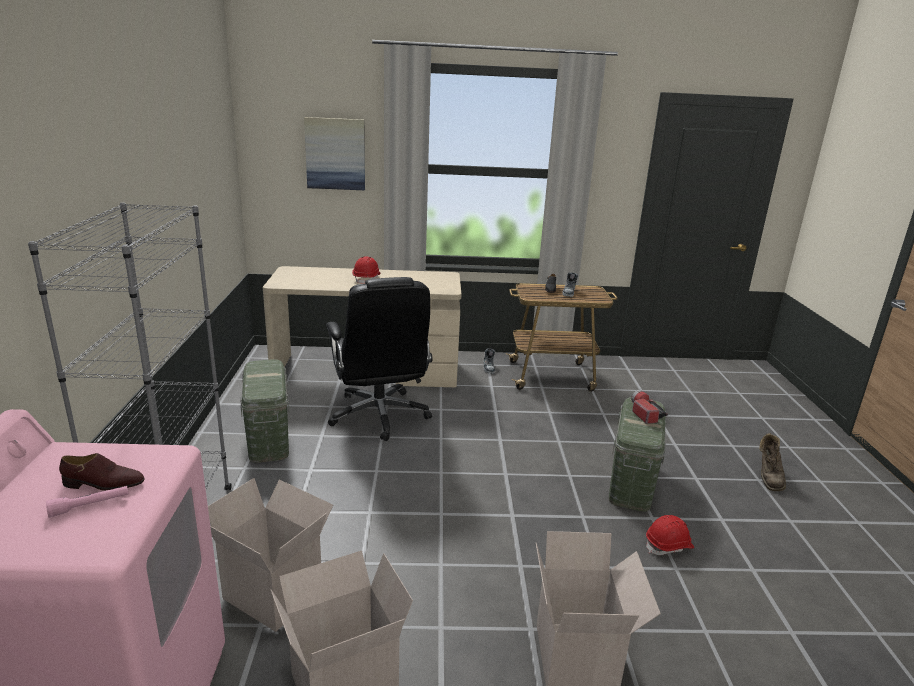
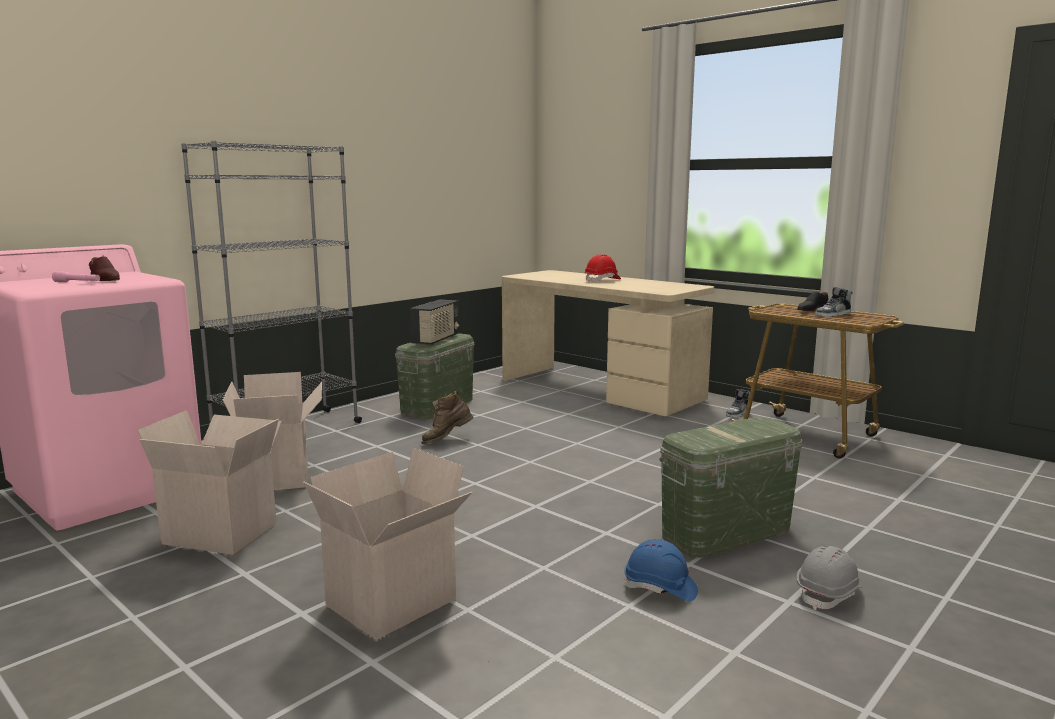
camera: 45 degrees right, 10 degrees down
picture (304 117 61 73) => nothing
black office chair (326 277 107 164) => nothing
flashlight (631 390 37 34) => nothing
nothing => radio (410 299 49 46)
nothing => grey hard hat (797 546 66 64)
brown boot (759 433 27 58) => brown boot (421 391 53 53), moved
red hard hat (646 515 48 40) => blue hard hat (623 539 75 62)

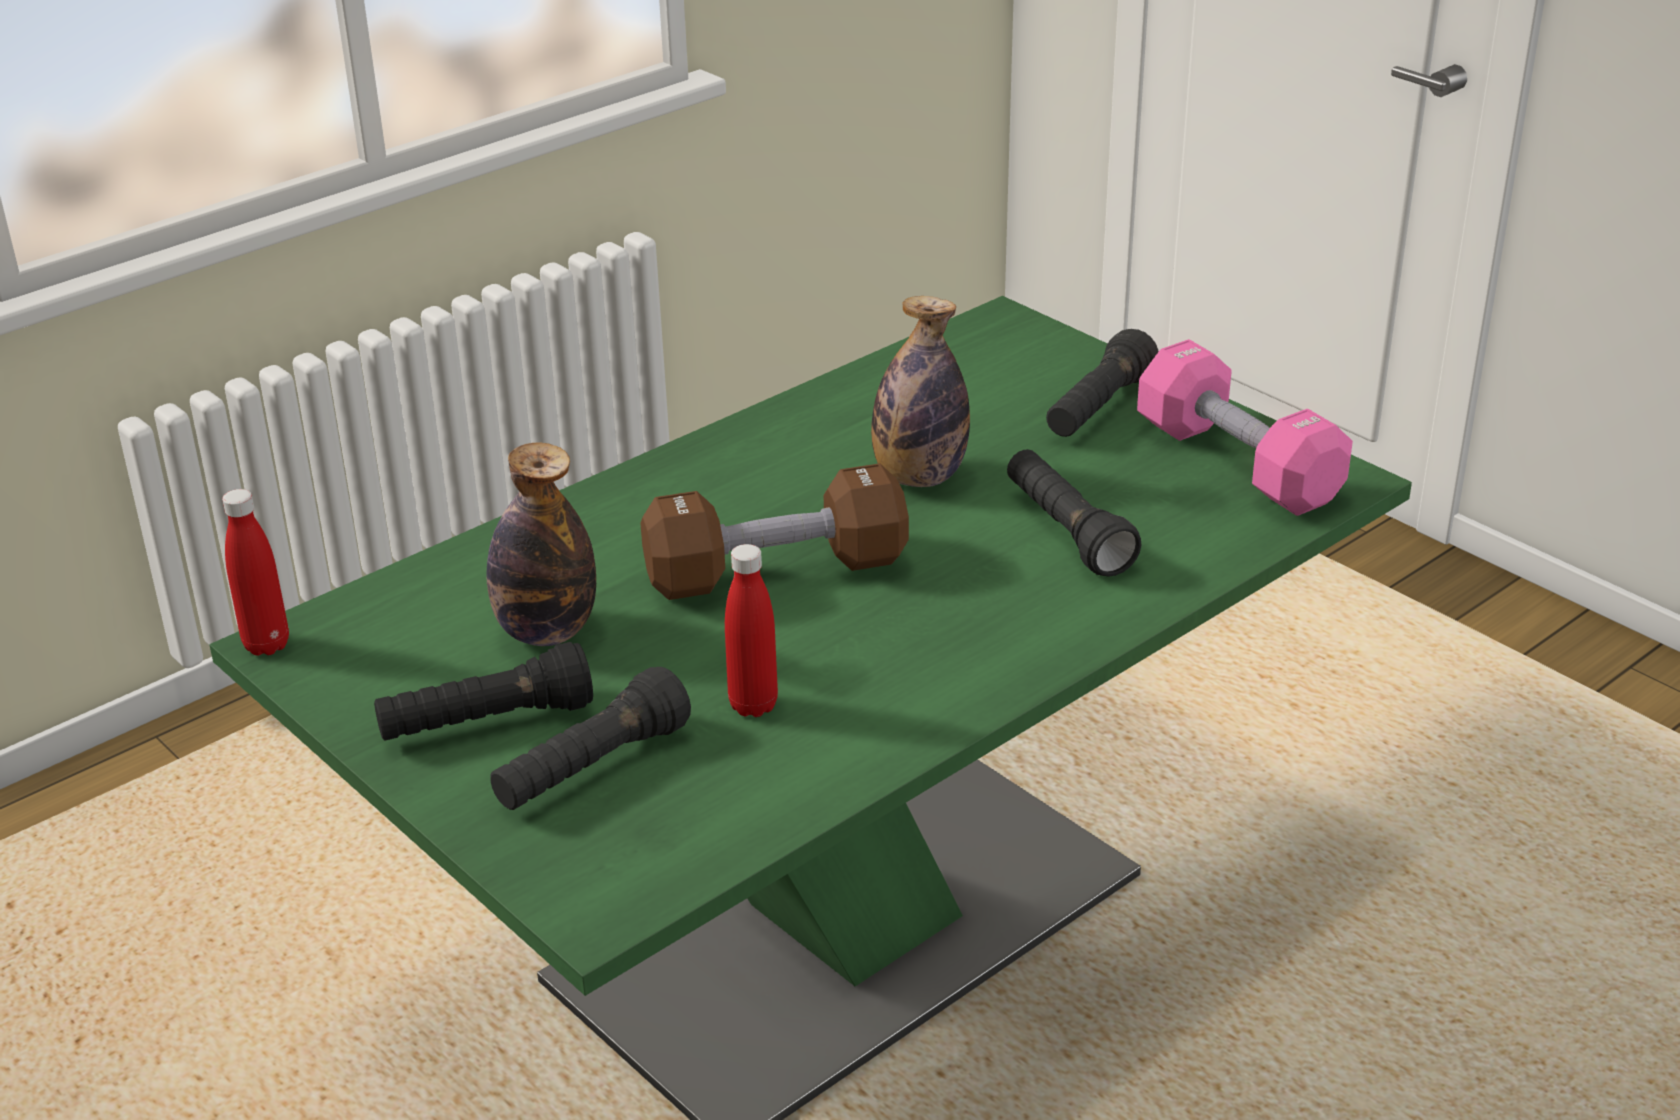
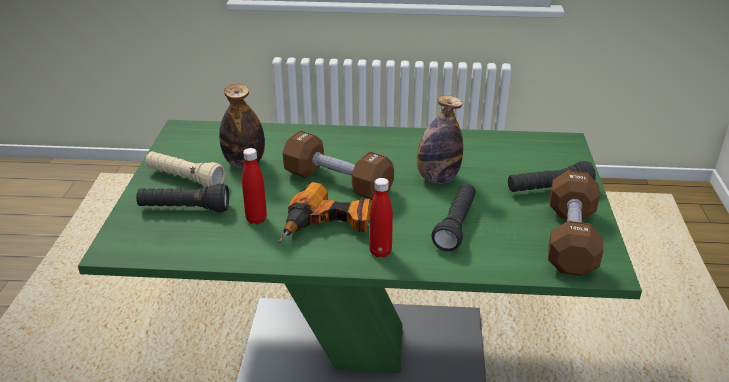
camera: 45 degrees right, 0 degrees up
nothing => power drill (278 182 92 61)
red bottle (222 489 67 167) => red bottle (369 178 24 79), moved
black flashlight (374 642 219 99) => beige flashlight (145 151 80 36)
pink dumbbell (1137 339 216 177) => brown dumbbell (548 170 56 106)

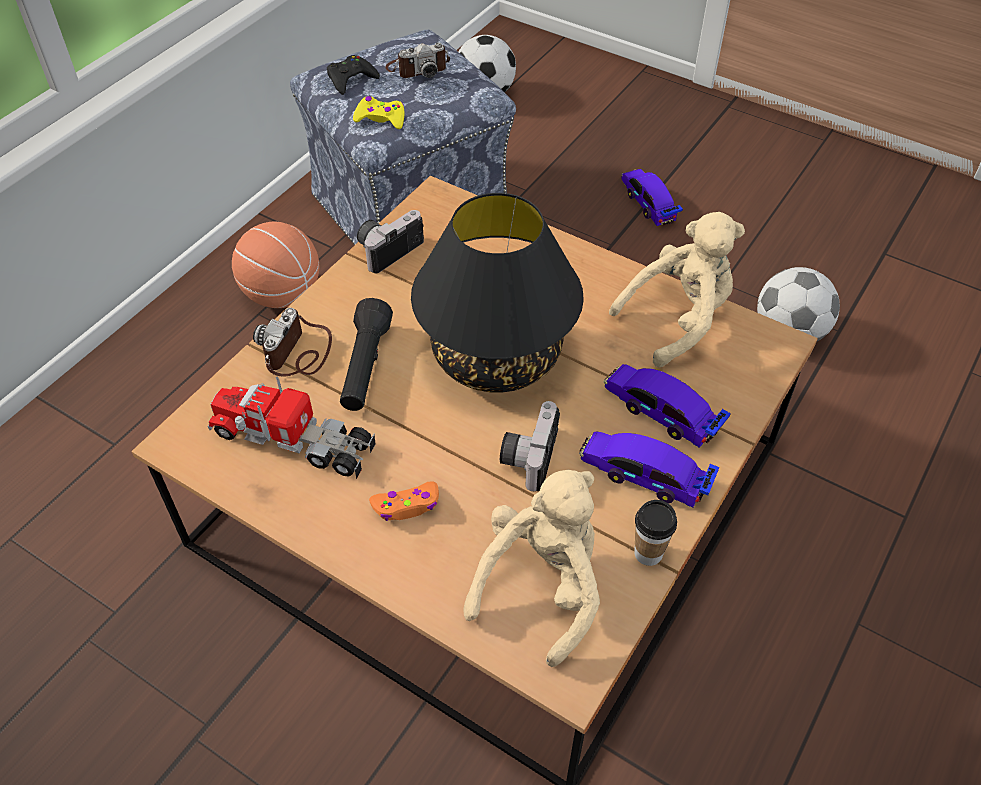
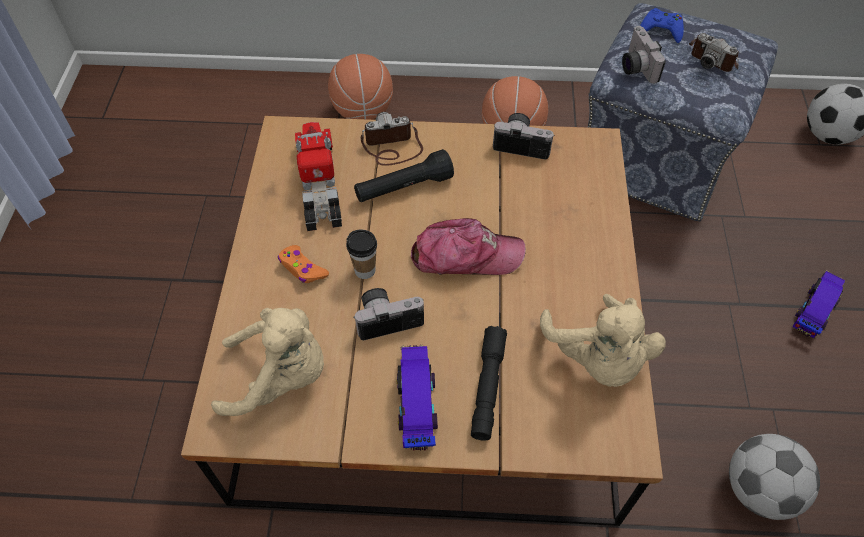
camera: 60 degrees right, 5 degrees up
nothing => basketball (328 54 65 66)
cup (634 500 43 66) => cup (346 230 31 49), moved
yellow game controller (353 96 51 33) => photo camera (622 26 44 58)
black table lamp (411 193 173 199) => cap (411 218 115 57)
toy car (604 364 127 84) => black flashlight (471 326 36 115)
black game controller (327 55 53 40) => blue game controller (640 8 44 35)
beige plush toy (609 212 136 155) => beige plush toy (540 294 126 93), 45 degrees clockwise

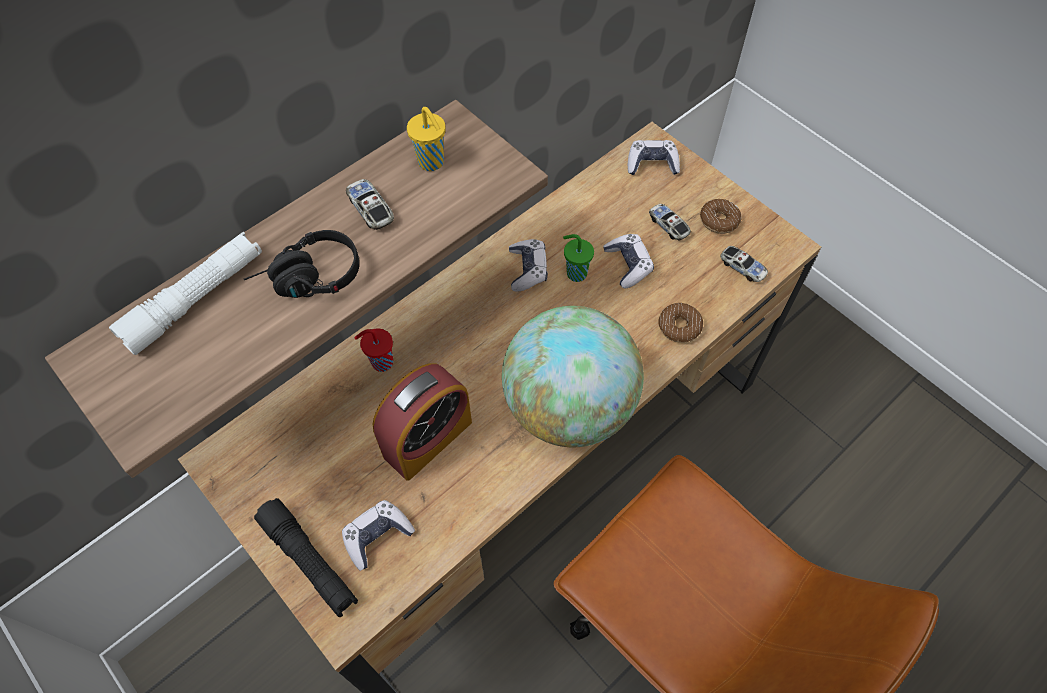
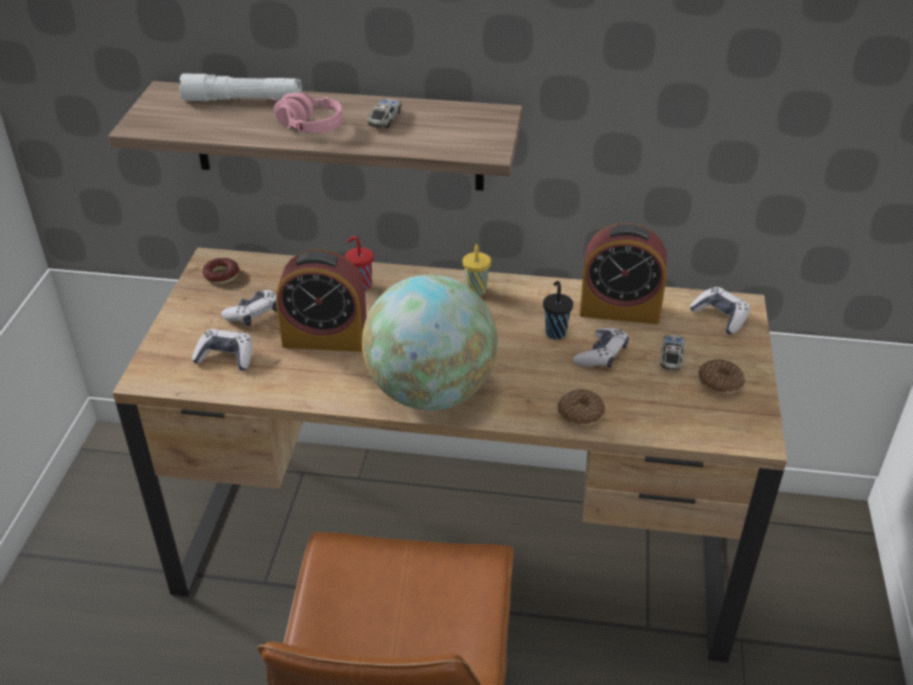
camera: 50 degrees right, 20 degrees down
black flashlight (254 498 104 119) => nothing
toy car (721 246 47 36) => nothing
nothing => donut (203 258 36 26)
nothing => alarm clock (579 223 88 101)
yellow cup (407 107 38 64) => yellow cup (463 244 28 52), moved
game controller (509 239 39 53) => game controller (221 290 56 36), moved
black headphones (244 230 115 68) => pink headphones (269 92 74 41)
green cup (563 234 31 48) => black cup (543 281 30 59)

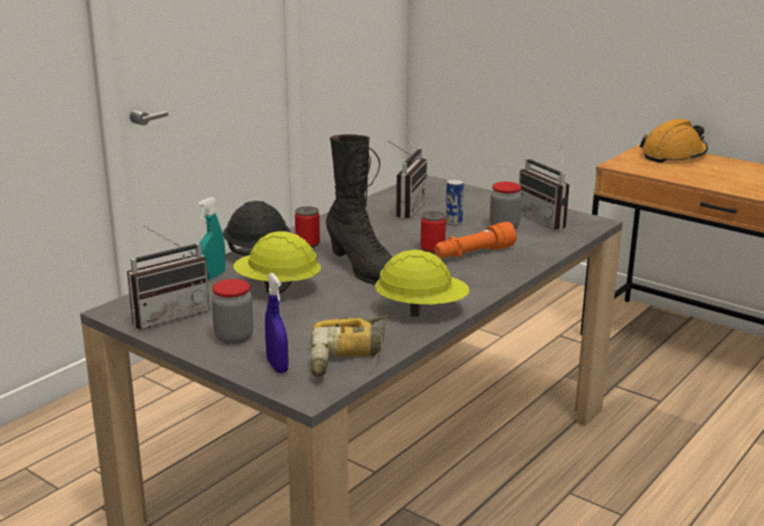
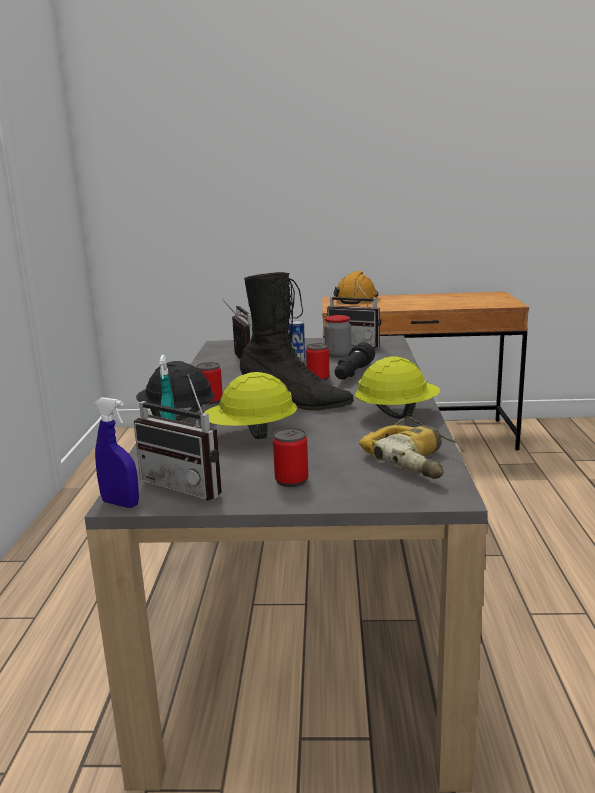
camera: 35 degrees left, 5 degrees down
blue spray bottle (265 273 24 100) => blue spray bottle (95 397 44 111), moved
jar (212 279 42 65) => can (273 428 35 59)
orange flashlight (435 222 82 36) => black flashlight (335 342 40 37)
radio (127 225 83 104) => radio (134 374 88 126), 105 degrees clockwise

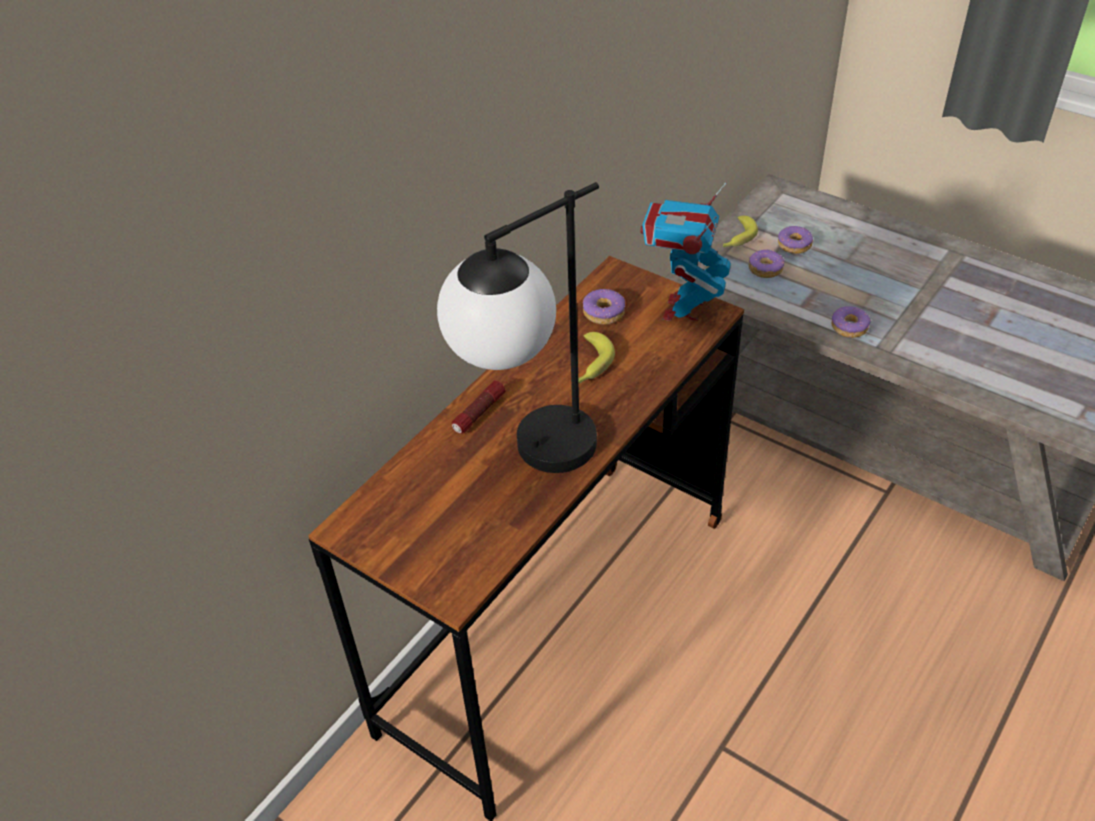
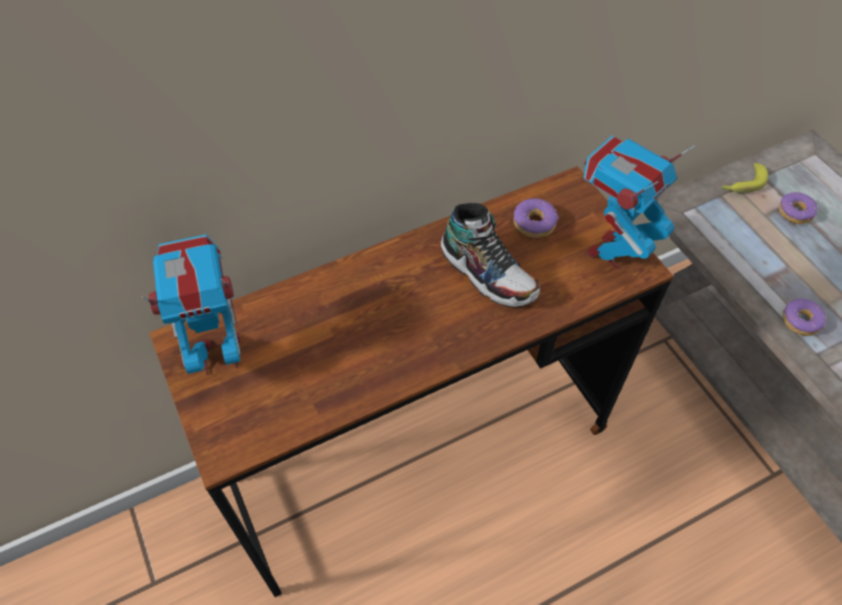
camera: 25 degrees right, 10 degrees up
table lamp (437 182 162 291) => nothing
flashlight (452 381 53 53) => nothing
donut (749 250 36 28) => nothing
nothing => toy robot (142 234 99 141)
banana (578 332 37 51) => shoe (441 203 99 104)

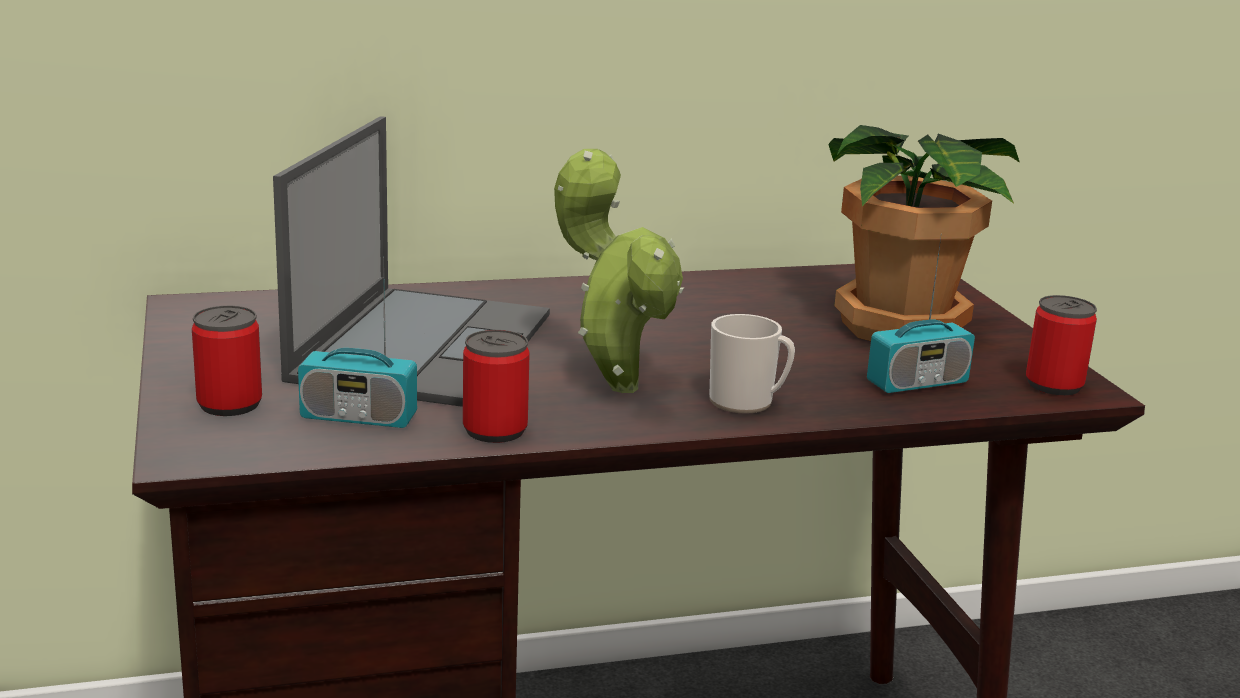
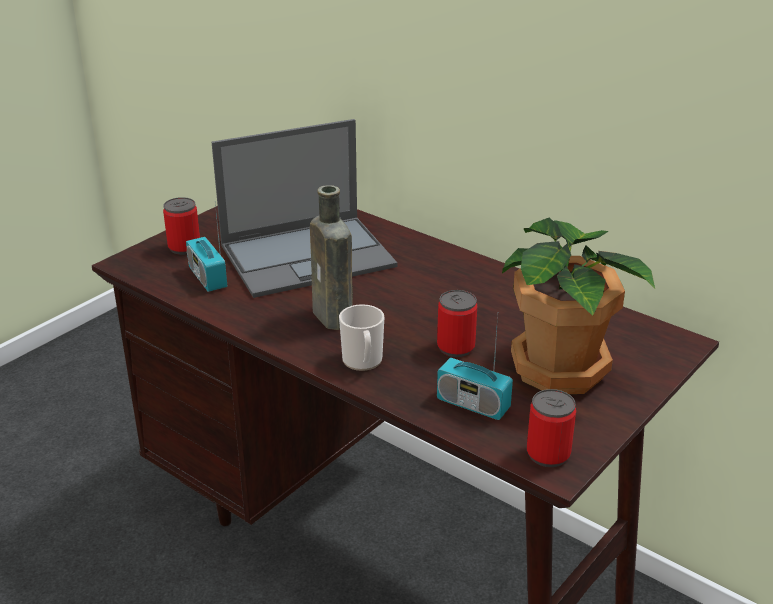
camera: 55 degrees right, 10 degrees up
can (463 330 67 113) => can (437 290 40 67), moved
potted plant (554 149 130 244) => brown bottle (310 185 43 145)

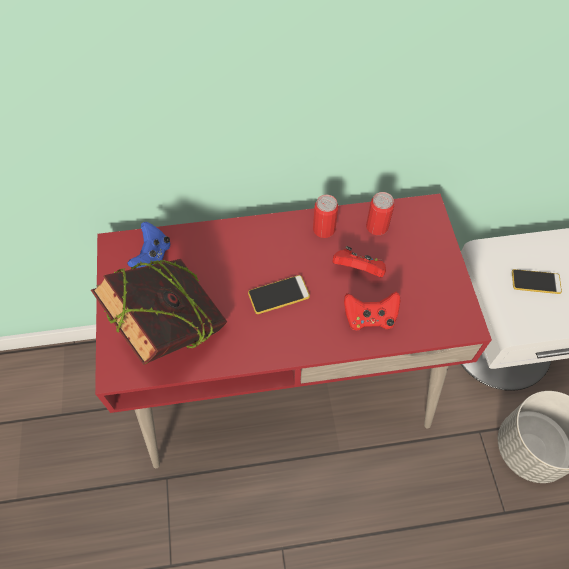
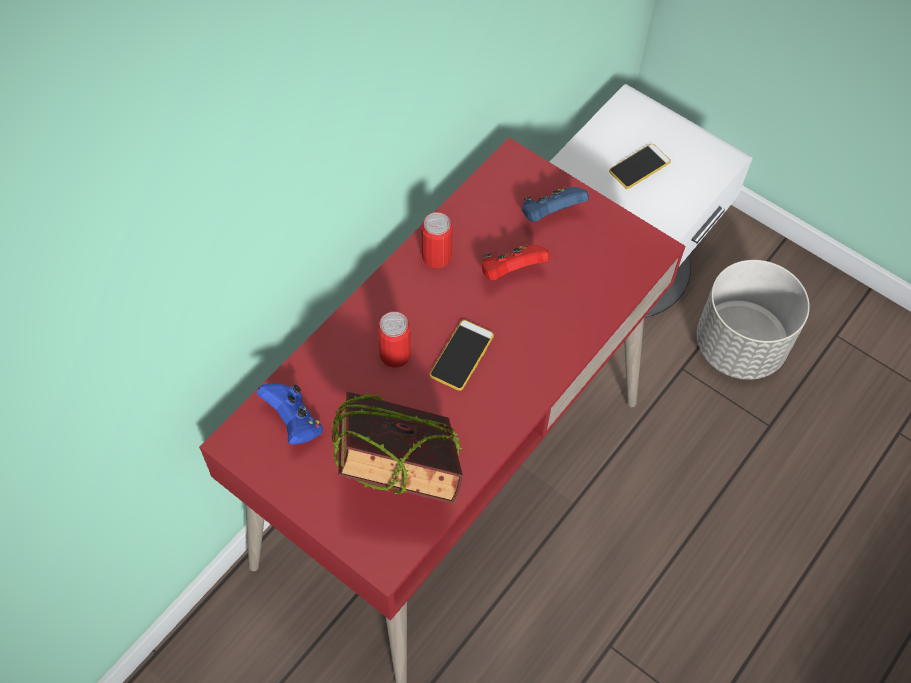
camera: 45 degrees left, 0 degrees up
red game controller (344 291 56 39) => nothing
nothing => blue game controller (522 187 67 35)
can (366 192 29 43) => can (378 312 33 55), moved

